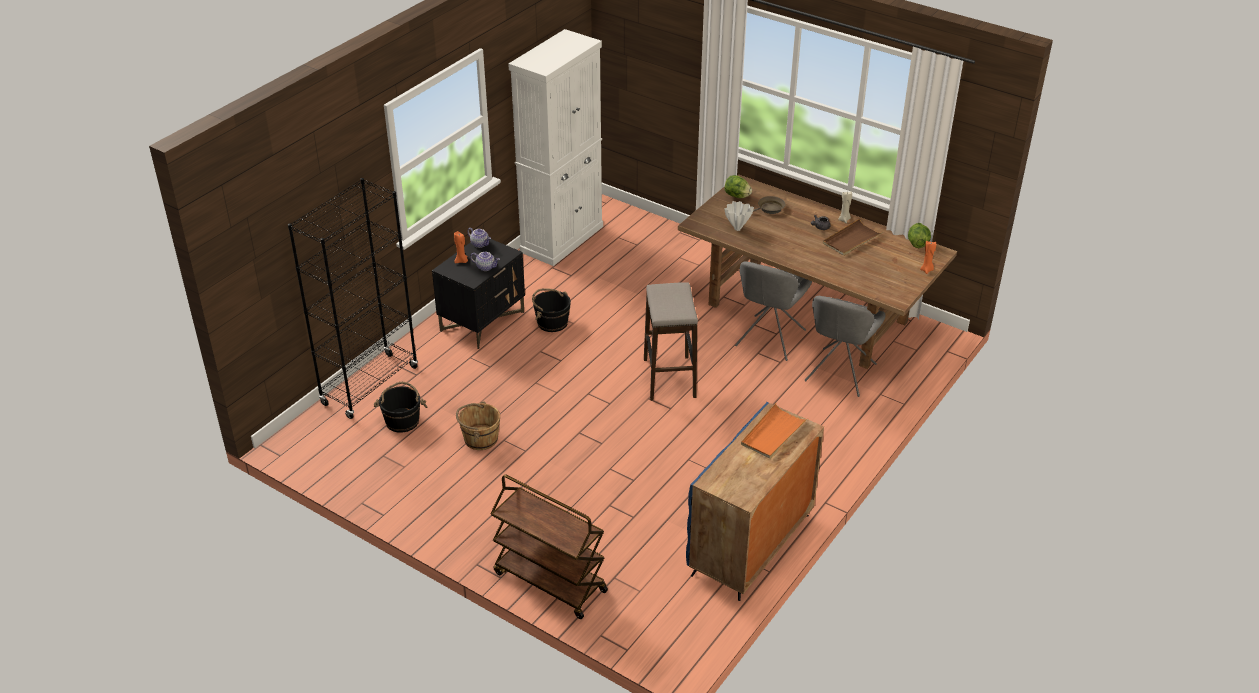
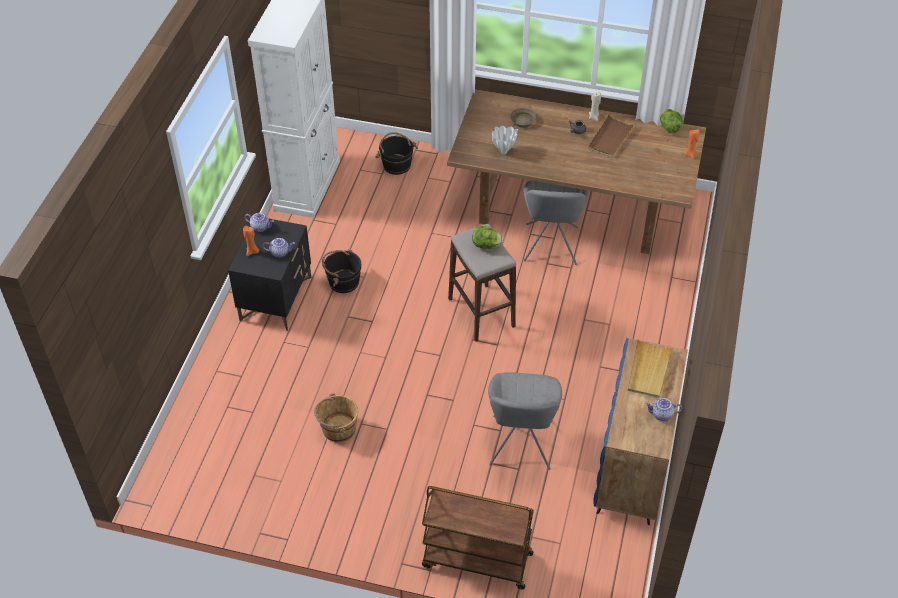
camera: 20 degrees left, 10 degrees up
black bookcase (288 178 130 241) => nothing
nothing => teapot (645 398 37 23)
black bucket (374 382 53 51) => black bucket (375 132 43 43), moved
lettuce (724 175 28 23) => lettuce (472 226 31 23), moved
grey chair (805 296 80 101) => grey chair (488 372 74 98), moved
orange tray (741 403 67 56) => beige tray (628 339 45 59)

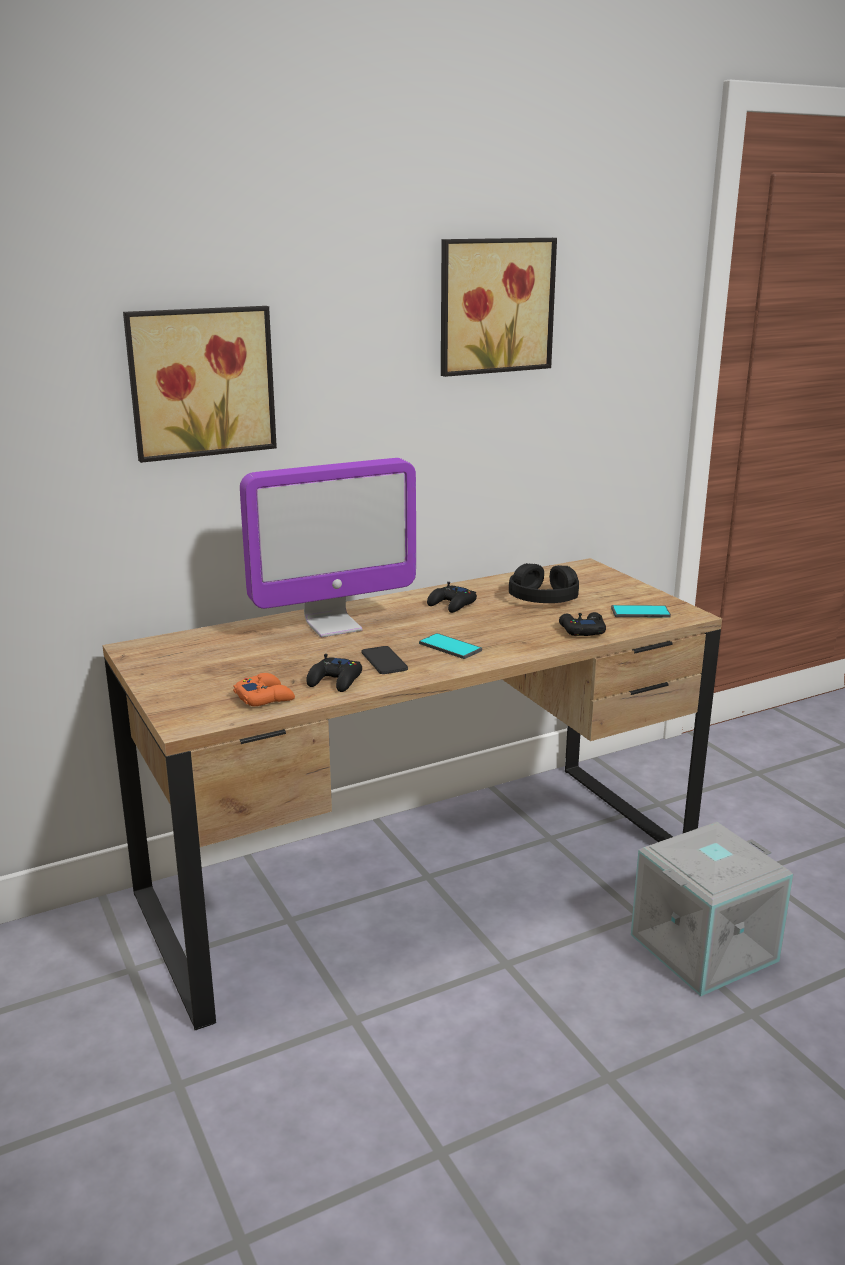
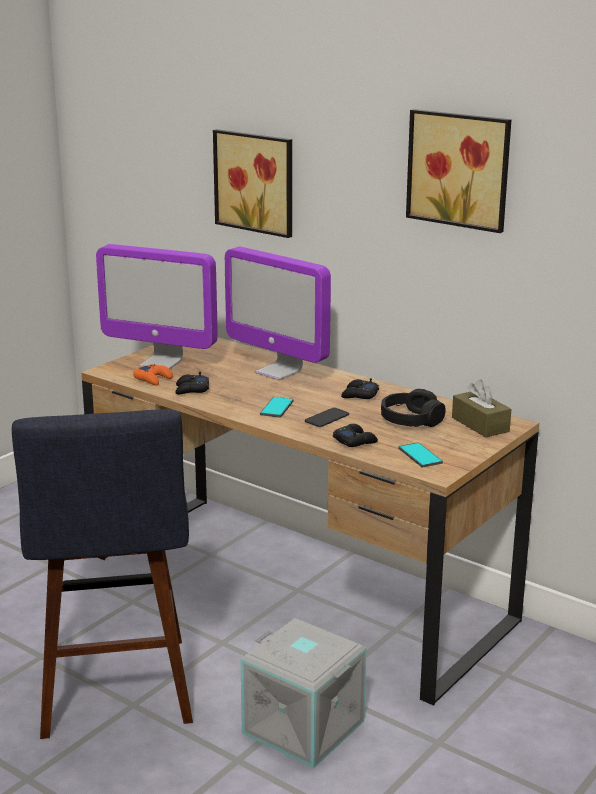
camera: 65 degrees right, 0 degrees up
nothing => blue stool (12 409 181 330)
nothing => monitor (96 244 122 125)
nothing => brown tissue box (452 380 59 57)
phone (362 646 46 28) => phone (305 408 44 19), moved

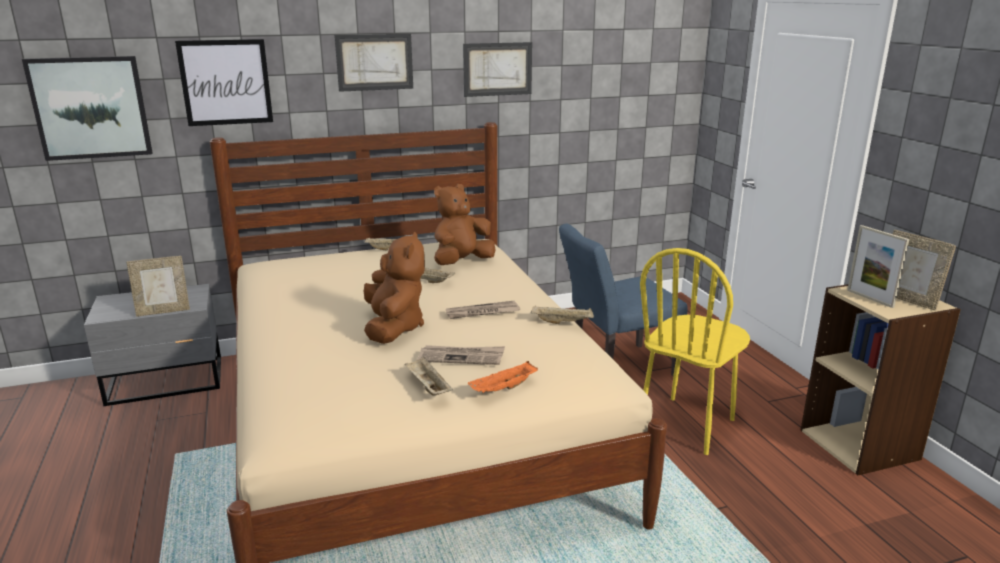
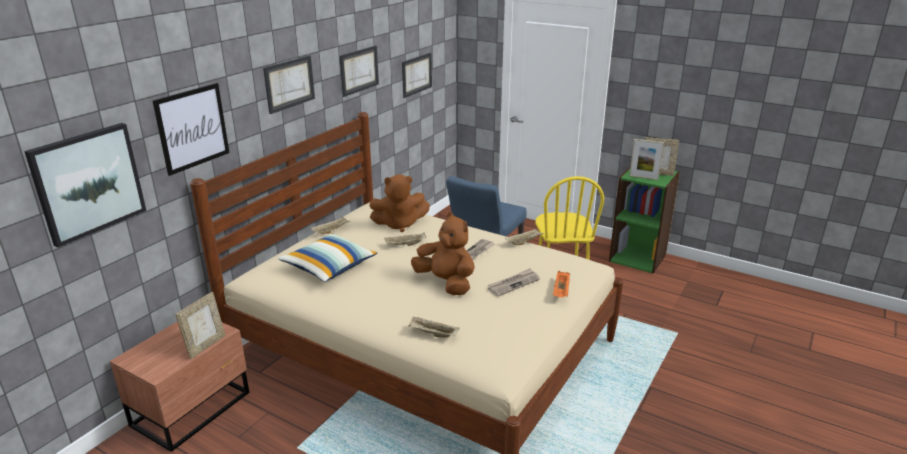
camera: 40 degrees left, 5 degrees up
nothing => pillow (278 233 99 49)
nothing => picture (402 53 30 45)
beige tray (405 357 48 39) => beige tray (409 316 51 22), moved
grey nightstand (84 284 137 122) => brown nightstand (110 322 139 130)
beige bookcase (800 284 161 191) => green bookcase (609 166 71 108)
brown plush toy (434 184 61 81) => brown plush toy (369 174 61 58), 105 degrees counterclockwise

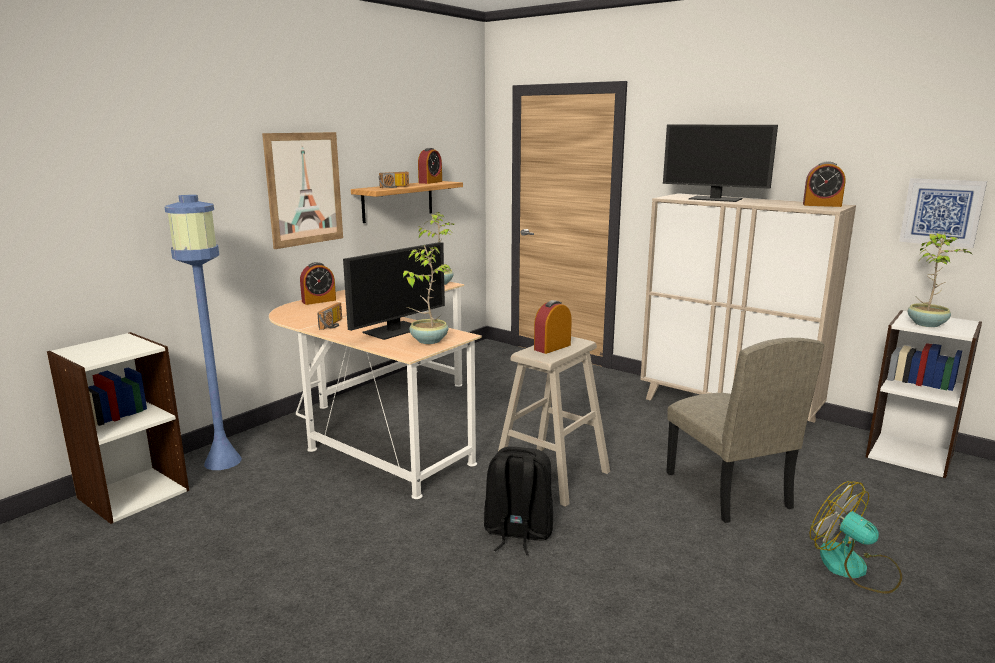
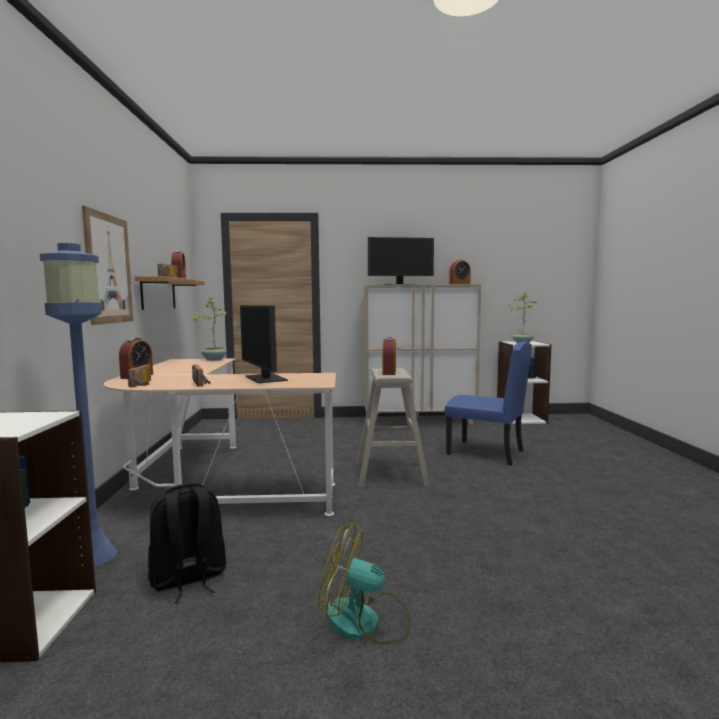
camera: 40 degrees left, 10 degrees down
potted plant (403 245 48 99) => nothing
picture (899 178 88 70) => nothing
nothing => radio (128 365 23 22)
black backpack (484 447 69 108) => black backpack (148 483 78 121), moved
fan (810 481 92 113) => fan (318 523 93 122), moved
beige chair (666 338 158 185) => blue chair (445 342 87 124)
monitor (343 242 102 98) => monitor (240 305 48 78), 150 degrees clockwise

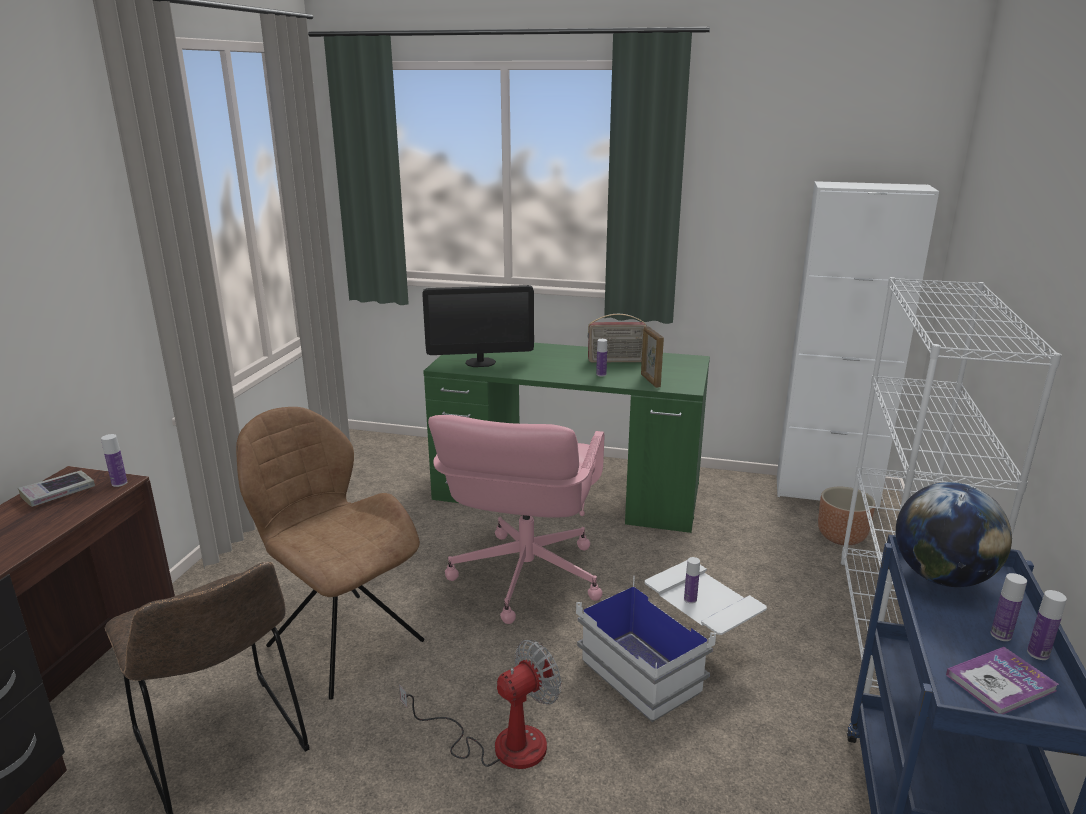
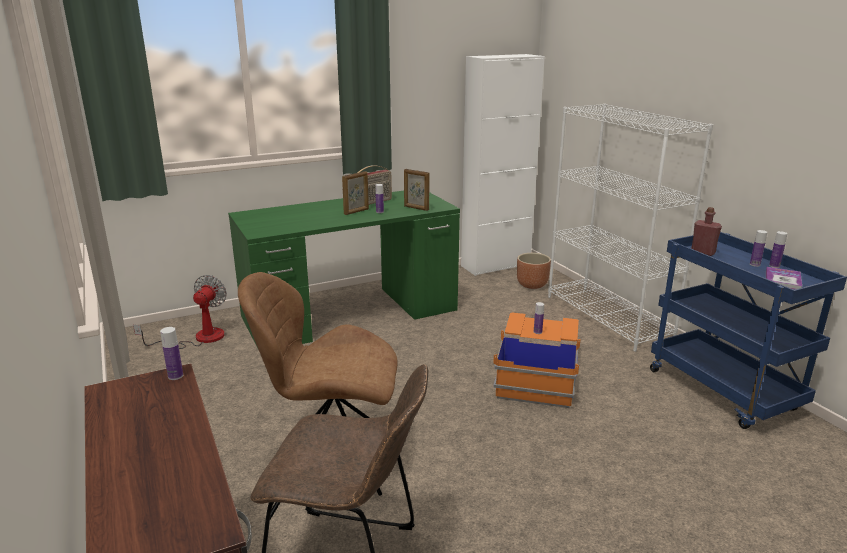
camera: 40 degrees left, 0 degrees up
book (18 471 77 36) => nothing
monitor (422 285 112 82) => nothing
pink office chair (428 415 176 209) => nothing
nothing => picture frame (342 171 27 44)
fan (399 640 163 129) => fan (133 275 94 74), moved
globe (896 482 116 105) => red bottle (691 207 31 49)
white storage box (576 560 191 162) => orange storage box (493 313 88 95)

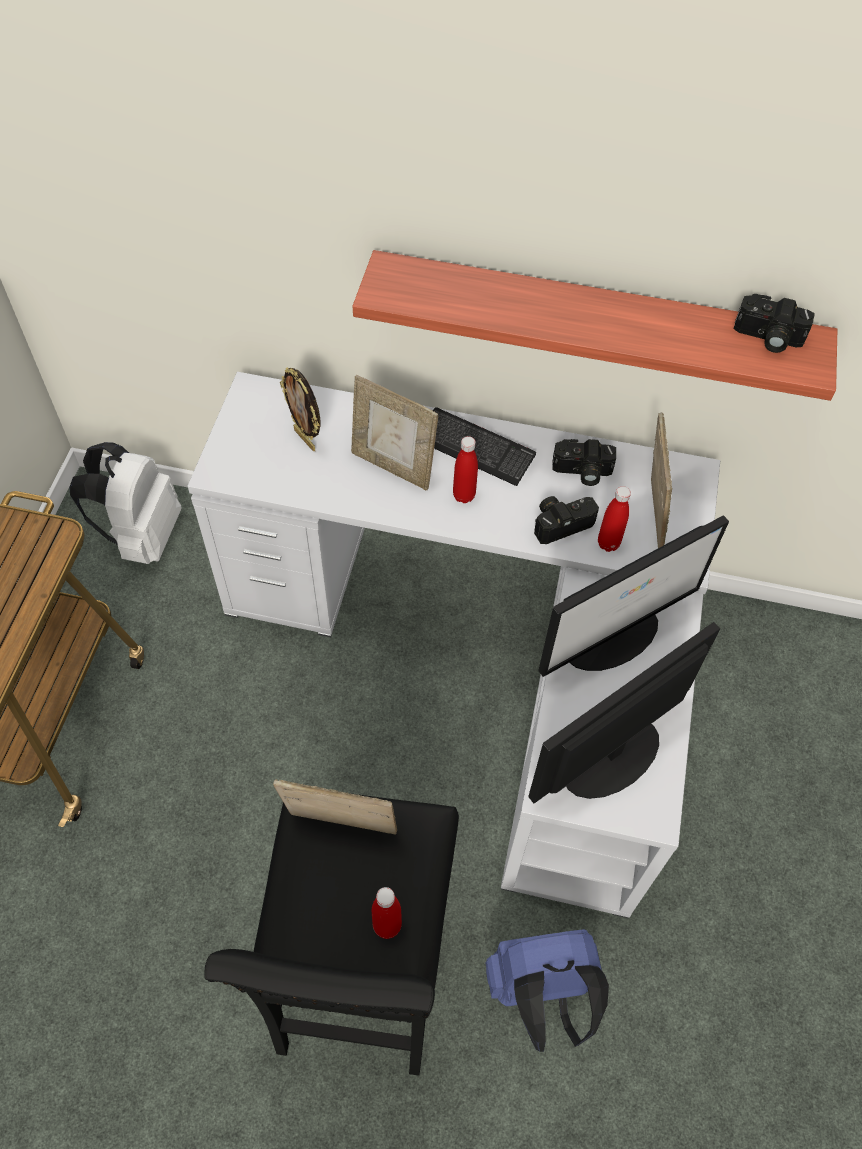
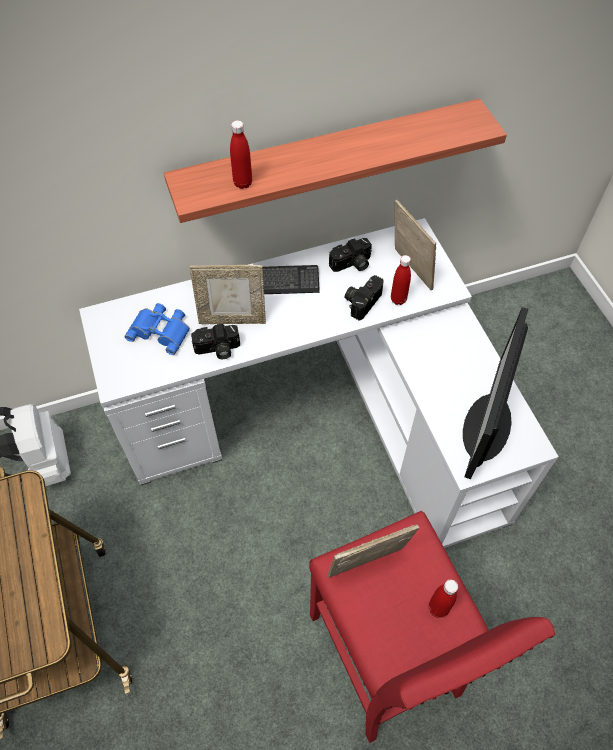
camera: 30 degrees left, 0 degrees up
blue backpack (485 929 124 123) => nothing
monitor (538 515 191 162) => nothing
red bottle (453 436 25 67) => red bottle (230 120 22 69), moved
photo camera (734 294 81 59) => photo camera (191 324 49 35), moved
picture frame (280 367 40 84) => blue binoculars (125 303 65 52)
black stool (205 793 254 283) => red stool (309 511 246 232)

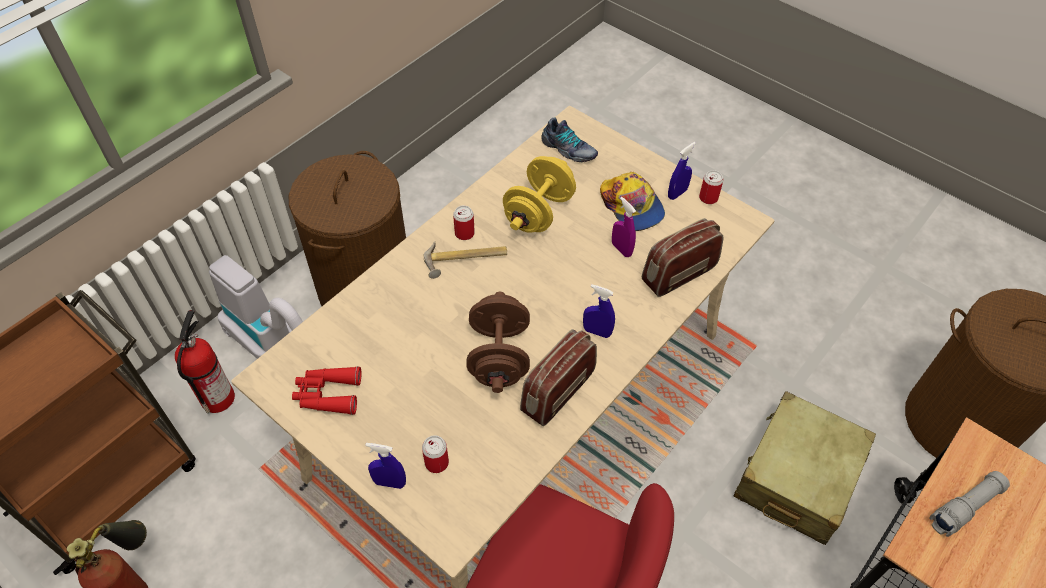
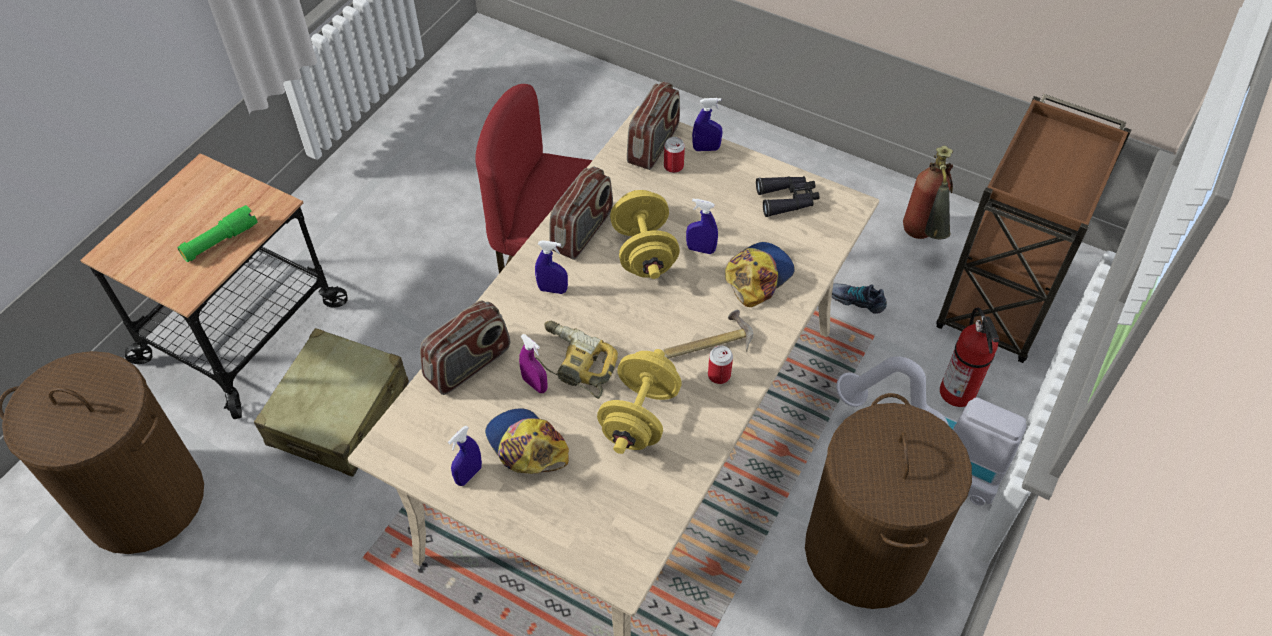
camera: 170 degrees right, 0 degrees up
can (699 170 25 34) => nothing
nothing => power drill (535 321 83 78)
nothing => radio (627 81 53 89)
nothing => blue spray bottle (686 199 32 55)
nothing => cap (725 242 70 65)
shoe (541 117 57 45) => shoe (832 284 55 30), moved
red binoculars (292 366 69 49) => black binoculars (756 176 63 41)
brown dumbbell (466 292 64 101) => yellow dumbbell (610 190 70 89)
grey flashlight (929 471 81 66) => green flashlight (177 205 81 57)

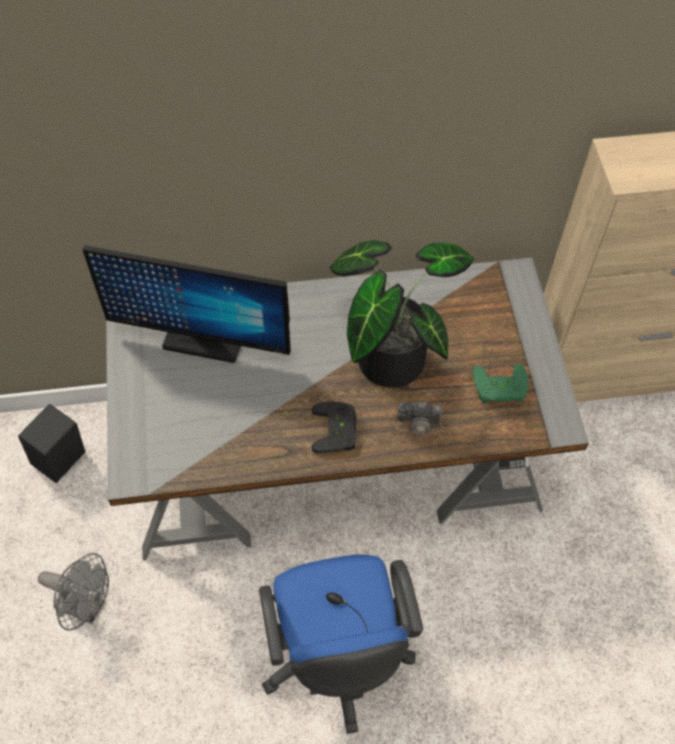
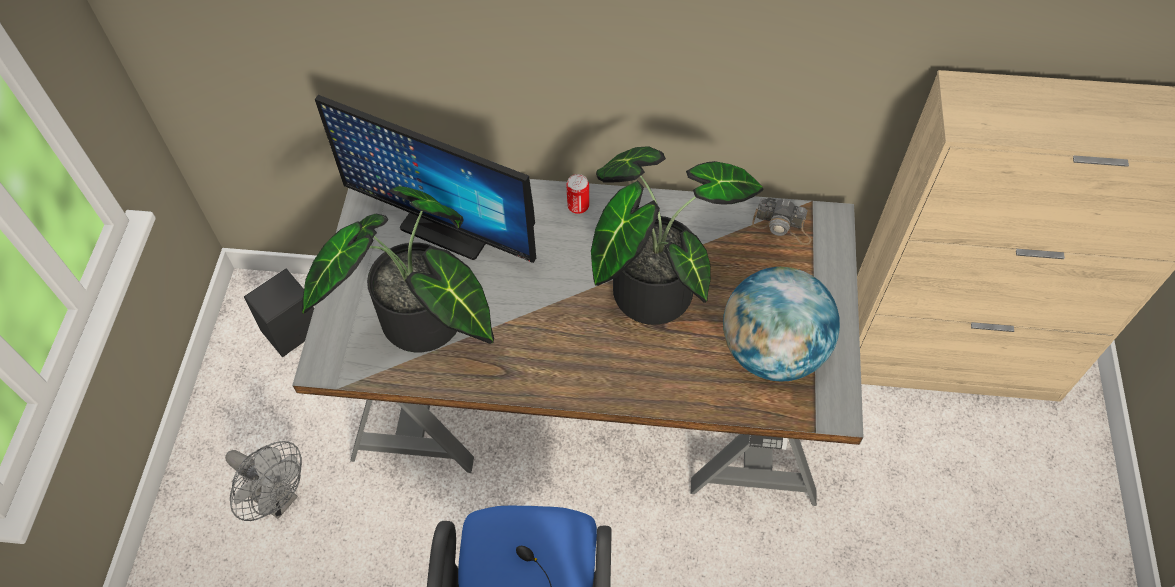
camera: 15 degrees right, 0 degrees up
black game controller (312 401 45 52) => nothing
nothing => potted plant (302 186 192 166)
nothing => can (567 174 22 40)
photo camera (395 402 56 37) => photo camera (752 198 59 47), moved
green game controller (472 365 56 38) => globe (723 267 117 114)

